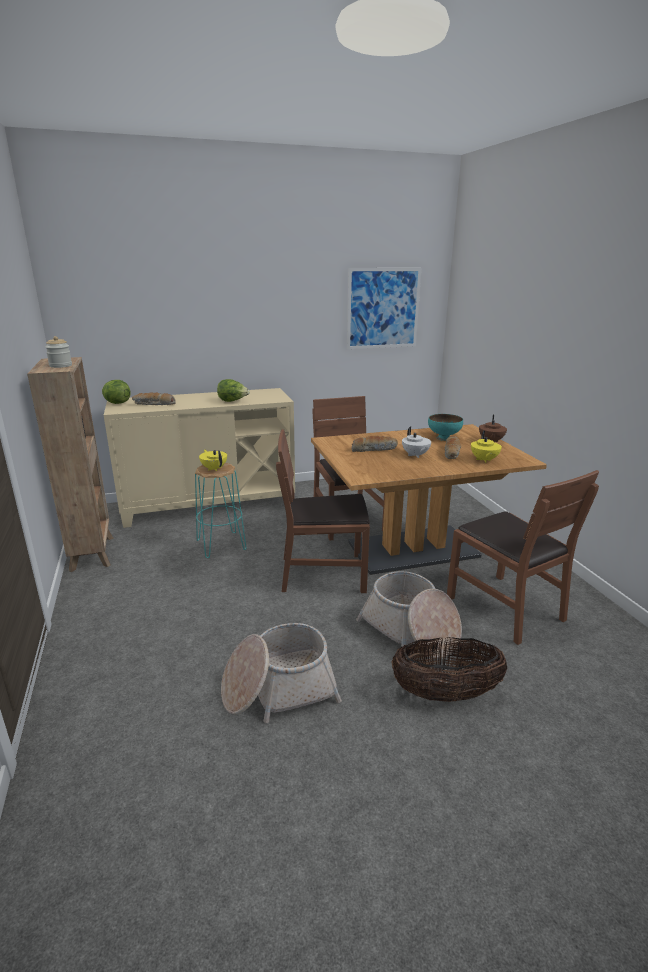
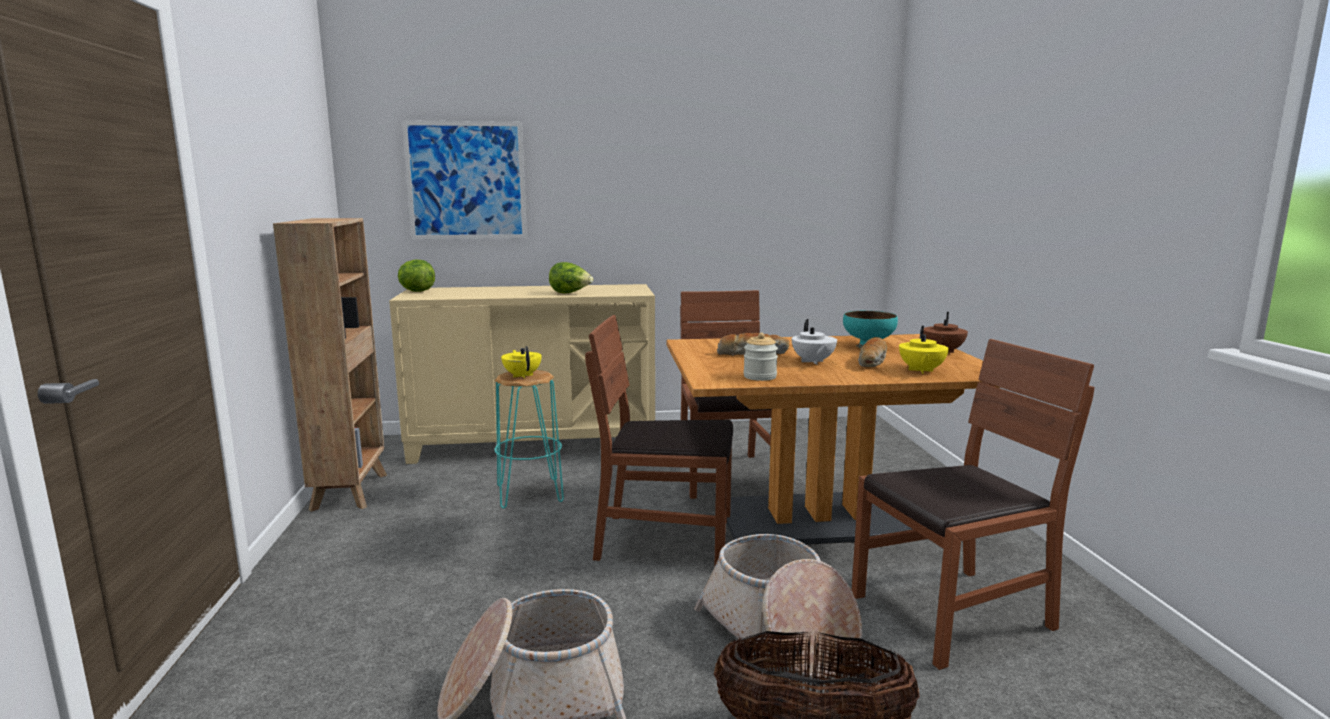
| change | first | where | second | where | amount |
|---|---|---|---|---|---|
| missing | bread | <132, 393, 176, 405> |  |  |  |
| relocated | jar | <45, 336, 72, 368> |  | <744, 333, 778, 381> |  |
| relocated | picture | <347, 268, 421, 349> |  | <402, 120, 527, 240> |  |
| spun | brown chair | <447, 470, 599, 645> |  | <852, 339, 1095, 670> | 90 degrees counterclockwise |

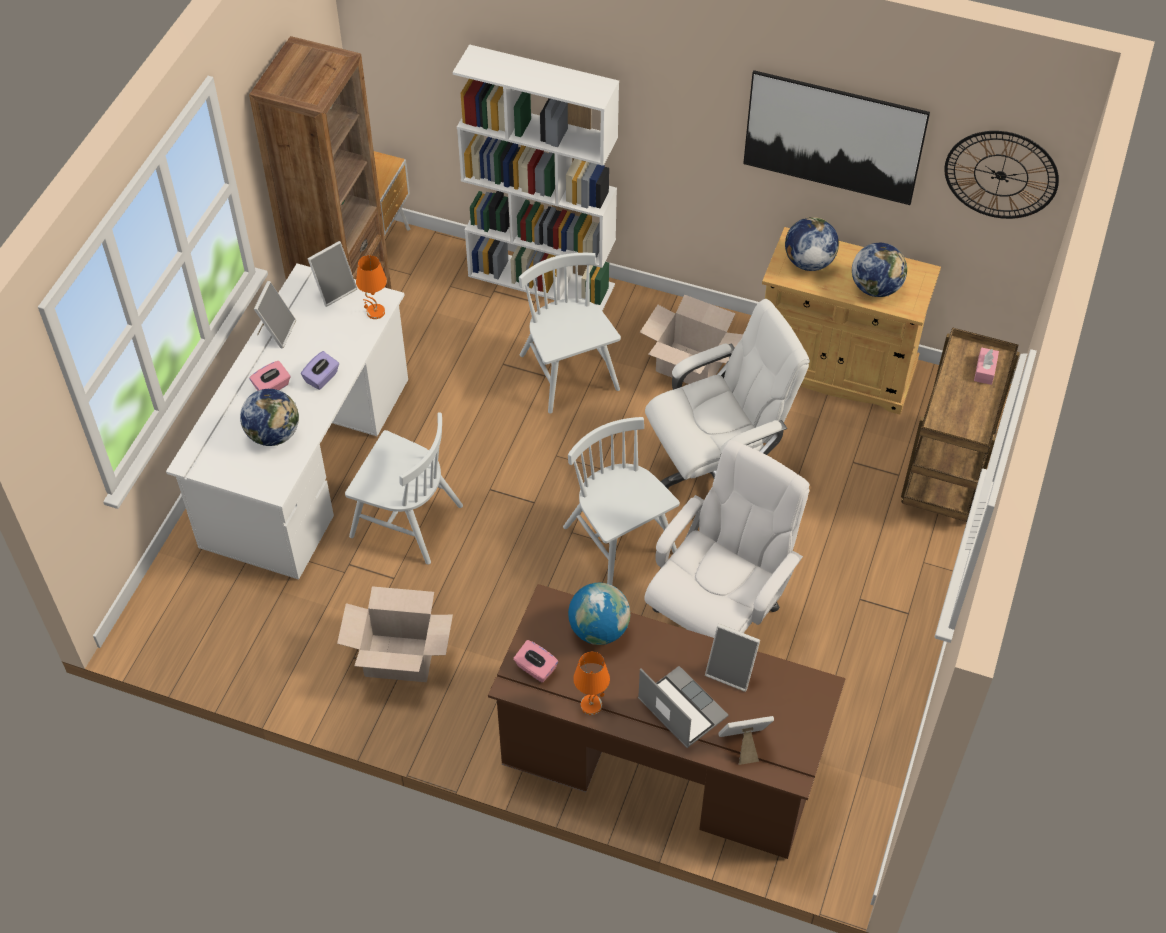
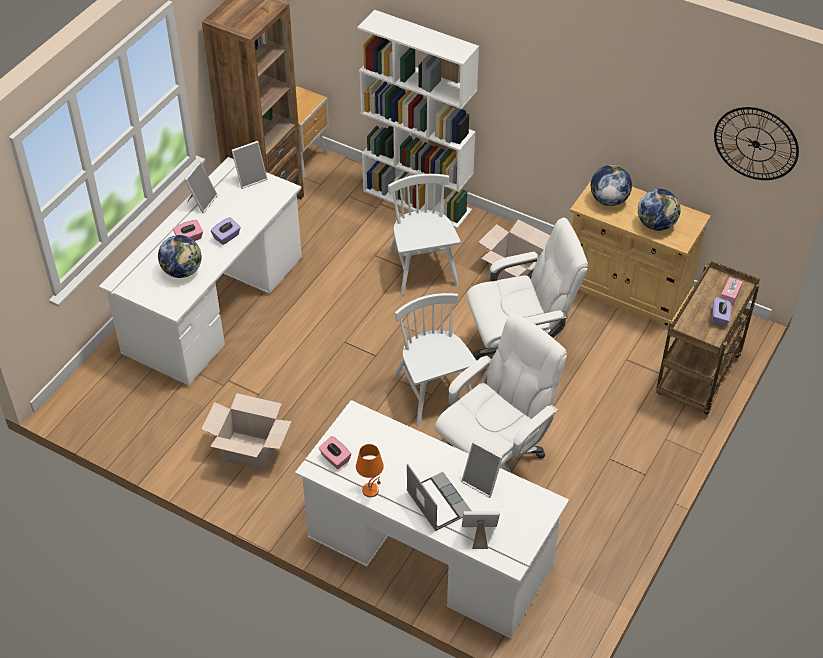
| change | first | where | second | where | amount |
|---|---|---|---|---|---|
| missing | white chair | <345, 412, 463, 564> |  |  |  |
| missing | orange table lamp | <356, 255, 387, 319> |  |  |  |
| missing | globe | <568, 582, 630, 645> |  |  |  |
| missing | picture | <743, 70, 930, 205> |  |  |  |
| appeared |  |  | purple tissue box | <712, 297, 731, 326> |  |
| colour | brown desk | <488, 584, 846, 859> | white desk | <295, 400, 569, 638> |  |

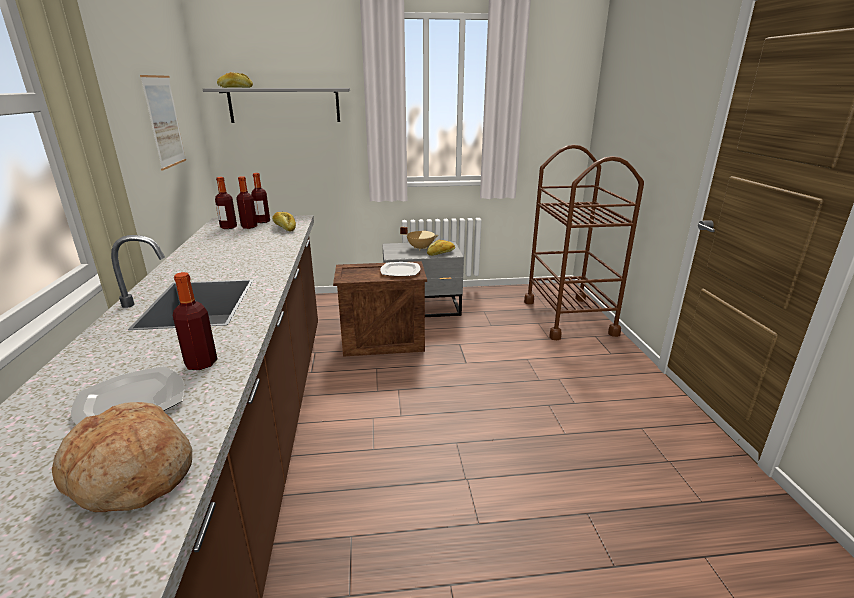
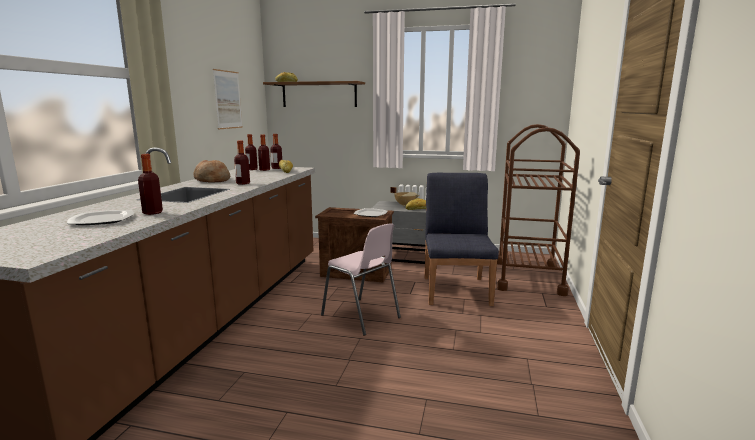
| change | first | where | second | where | amount |
|---|---|---|---|---|---|
| appeared |  |  | bottle | <234, 140, 250, 185> |  |
| appeared |  |  | pink chair | <321, 223, 401, 336> |  |
| appeared |  |  | blue chair | <424, 173, 499, 306> |  |
| relocated | bread | <52, 402, 192, 512> |  | <194, 160, 230, 183> |  |
| colour | grey shelf | <203, 88, 350, 123> | brown shelf | <263, 81, 365, 107> |  |

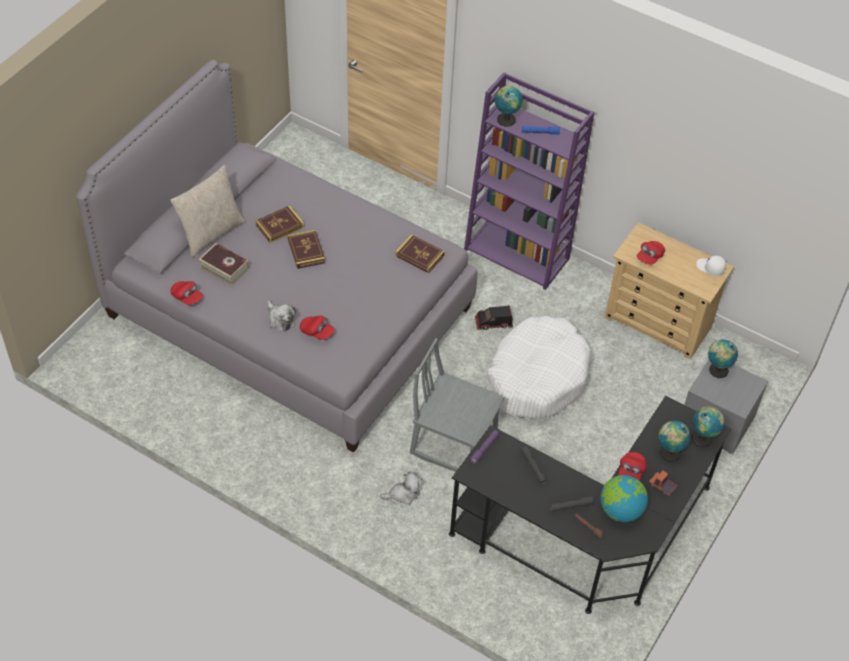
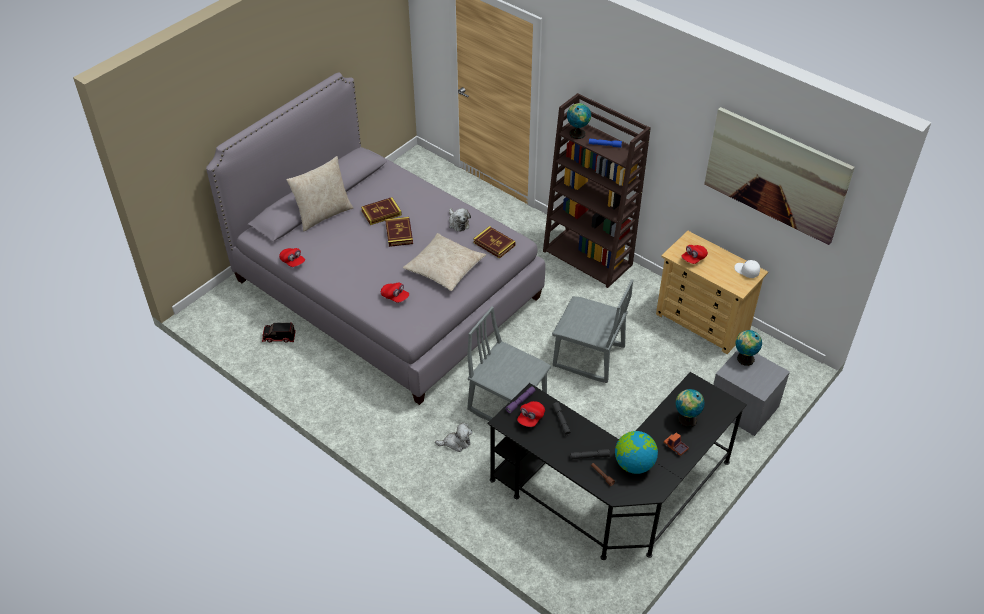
| change | first | where | second | where | amount |
|---|---|---|---|---|---|
| missing | book | <199, 243, 249, 286> |  |  |  |
| missing | globe | <692, 406, 724, 447> |  |  |  |
| appeared |  |  | beige pillow | <403, 233, 486, 291> |  |
| appeared |  |  | picture | <704, 107, 855, 245> |  |
| relocated | plush toy | <268, 300, 296, 332> |  | <449, 208, 471, 232> |  |
| relocated | toy truck | <475, 305, 513, 330> |  | <262, 322, 296, 343> |  |
| relocated | red cap | <618, 452, 647, 481> |  | <517, 401, 545, 427> |  |
| exchanged | white dog bed | <485, 316, 591, 419> | grey chair | <552, 279, 633, 383> |  |
| colour | purple bookcase | <464, 72, 595, 290> | brown bookcase | <543, 93, 651, 288> |  |

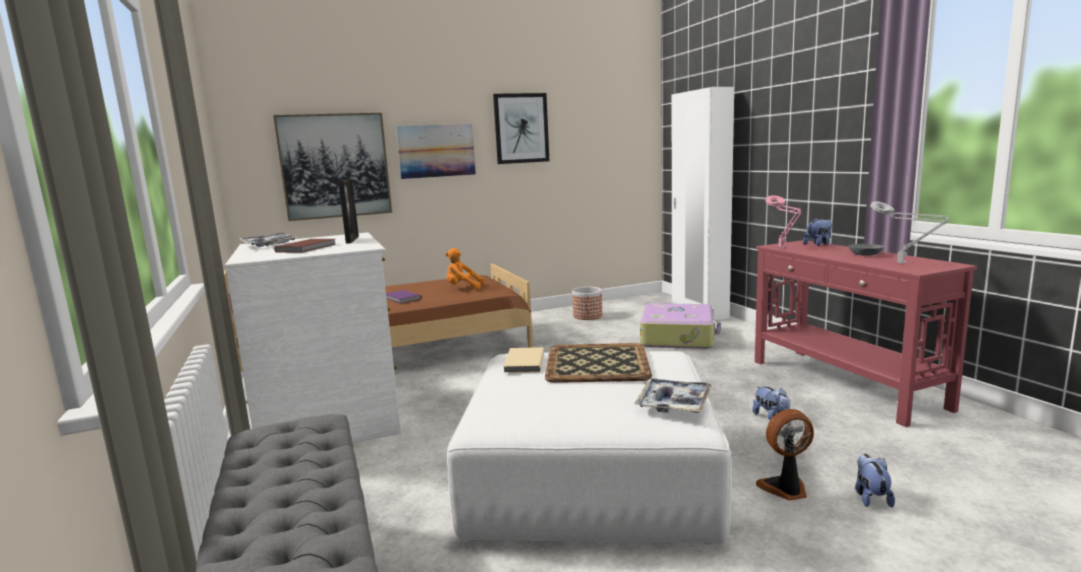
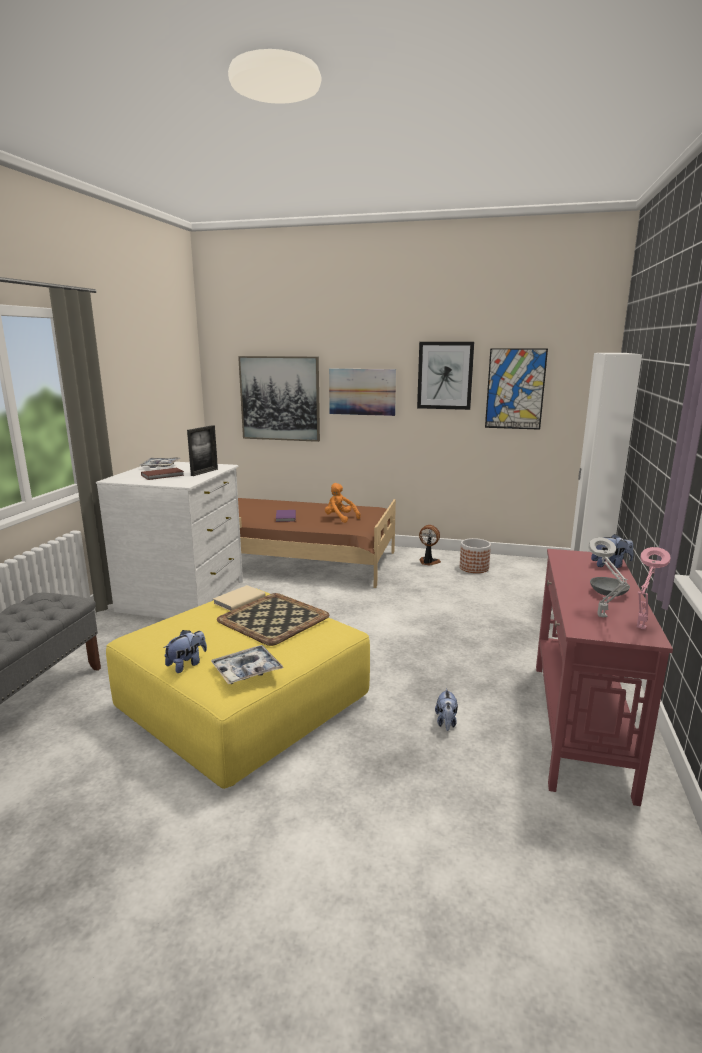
| change | first | where | second | where | amount |
|---|---|---|---|---|---|
| missing | suitcase | <640, 303, 721, 349> |  |  |  |
| appeared |  |  | picture | <485, 348, 548, 430> |  |
| relocated | fan | <756, 409, 814, 501> |  | <419, 525, 441, 566> |  |
| relocated | pink table lamp | <766, 195, 802, 248> |  | <637, 547, 671, 629> |  |
| relocated | plush toy | <855, 454, 895, 508> |  | <163, 630, 207, 673> |  |
| colour | white ottoman | <447, 351, 732, 544> | yellow ottoman | <106, 588, 370, 789> |  |

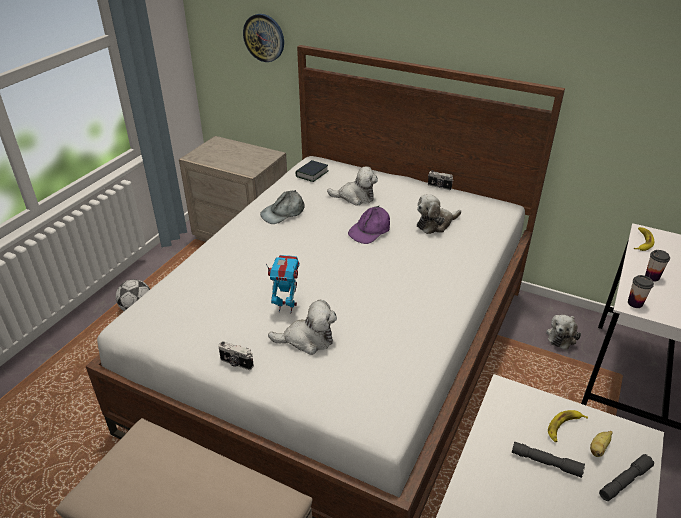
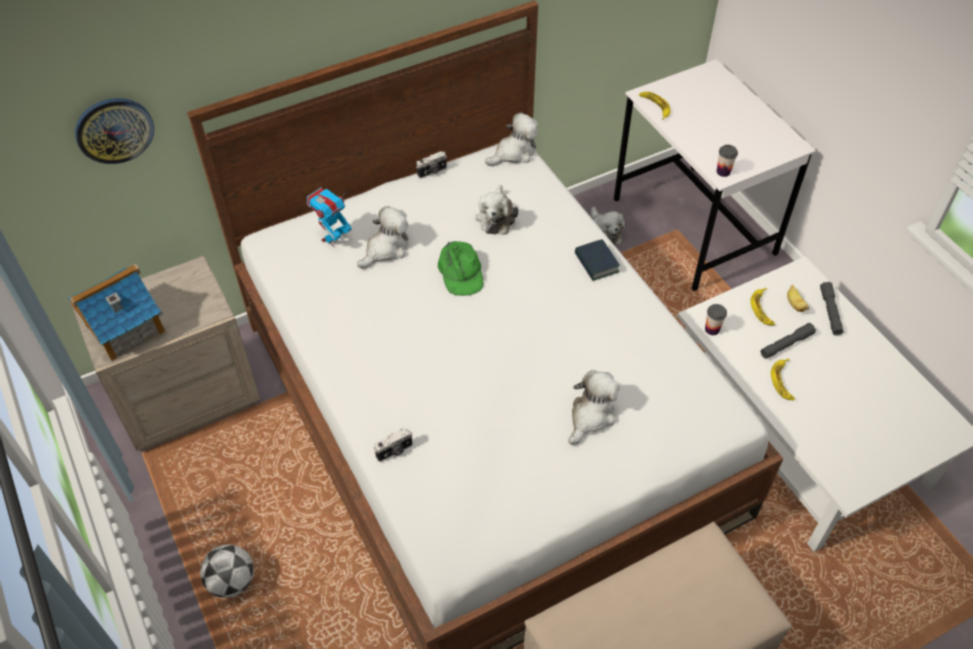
| change | first | where | second | where | amount |
|---|---|---|---|---|---|
| missing | grey cap | <260, 190, 305, 224> |  |  |  |
| appeared |  |  | toy house | <68, 264, 166, 361> |  |
| appeared |  |  | plush toy | <485, 113, 538, 166> |  |
| appeared |  |  | banana | <771, 358, 795, 400> |  |
| relocated | photo camera | <218, 341, 254, 370> |  | <374, 428, 412, 462> |  |
| relocated | toy robot | <266, 255, 300, 313> |  | <307, 188, 352, 247> |  |
| relocated | book | <296, 160, 329, 182> |  | <575, 239, 620, 281> |  |
| relocated | cup | <645, 250, 670, 281> |  | <705, 304, 727, 335> |  |
| colour | purple cap | <348, 206, 390, 244> | green cap | <438, 241, 484, 296> |  |

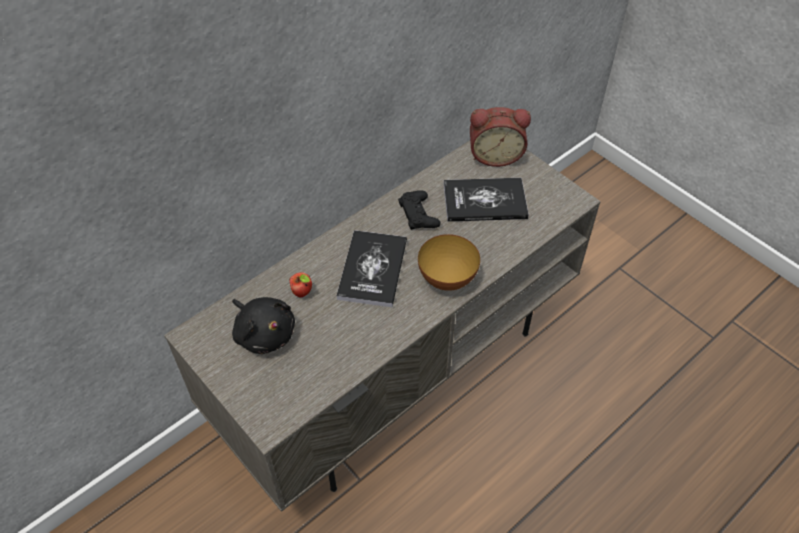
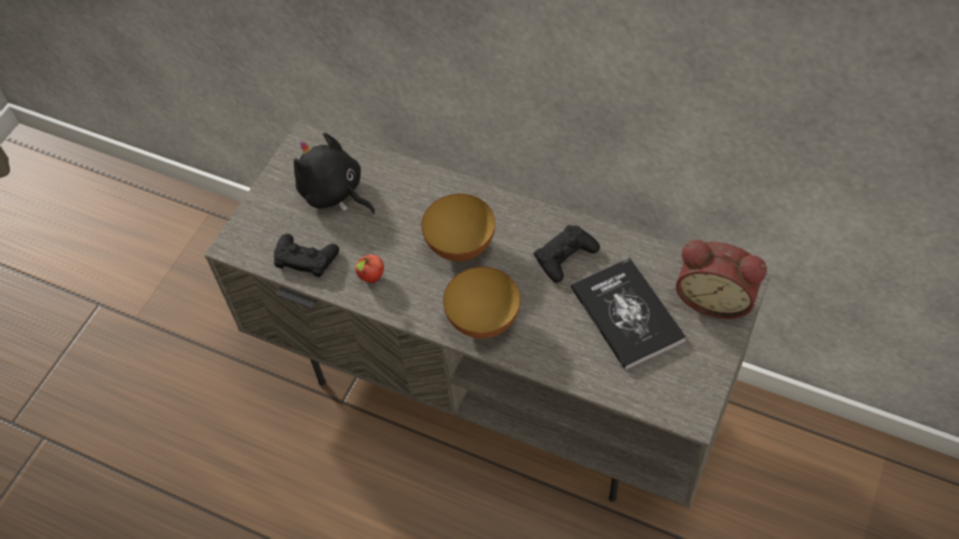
| change | first | where | second | where | amount |
|---|---|---|---|---|---|
| appeared |  |  | black game controller | <274, 234, 339, 277> |  |
| relocated | apple | <289, 272, 312, 297> |  | <355, 254, 384, 283> |  |
| exchanged | book | <336, 230, 407, 307> | bowl | <422, 194, 495, 261> |  |
| spun | black plush toy | <232, 297, 295, 354> |  | <294, 133, 375, 214> | 105 degrees clockwise |
| spun | alarm clock | <470, 107, 531, 167> |  | <676, 240, 767, 319> | 45 degrees counterclockwise |

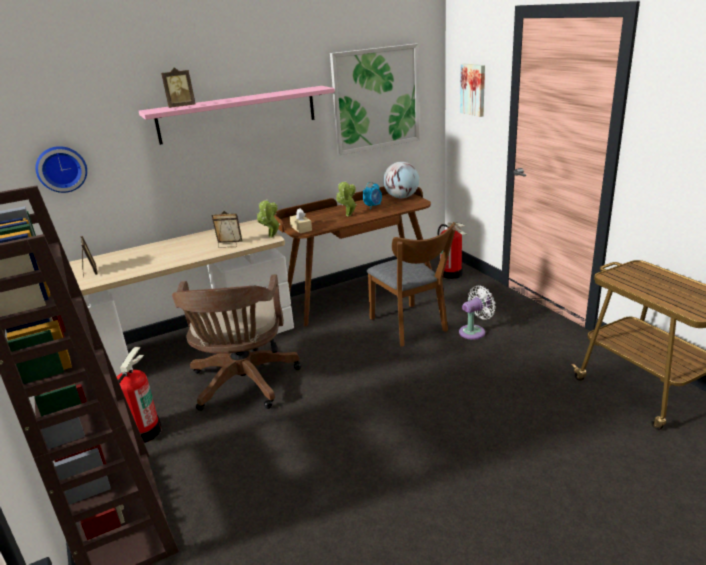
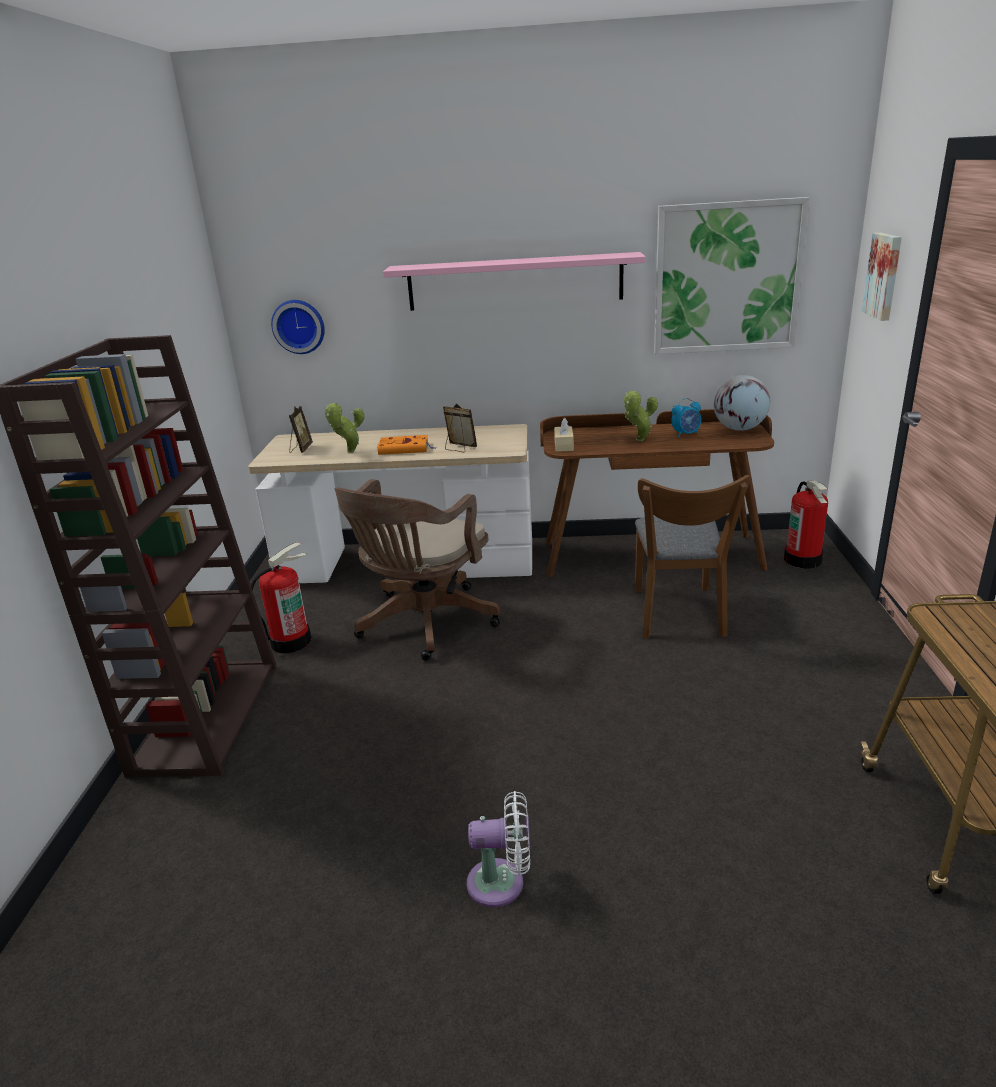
| change | first | where | second | where | amount |
|---|---|---|---|---|---|
| missing | picture frame | <161, 68, 195, 108> |  |  |  |
| appeared |  |  | orange book | <377, 435, 437, 455> |  |
| relocated | potted plant | <257, 200, 280, 237> |  | <325, 403, 365, 453> |  |
| relocated | white fan | <459, 286, 496, 340> |  | <467, 791, 530, 908> |  |

